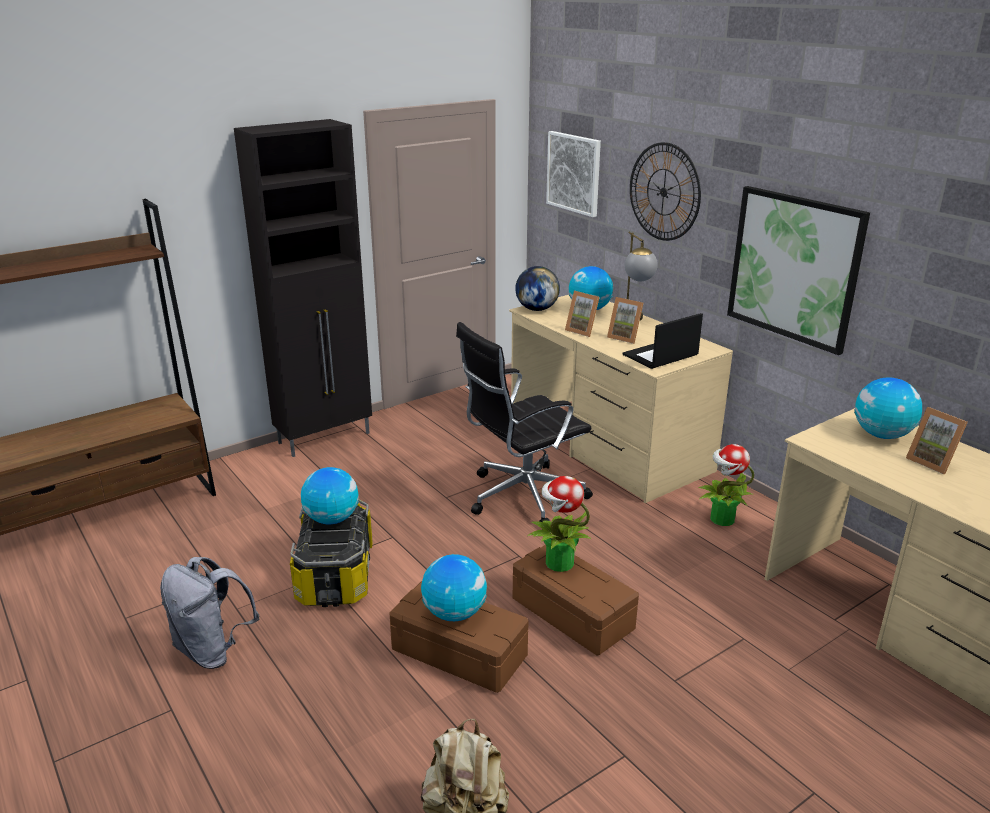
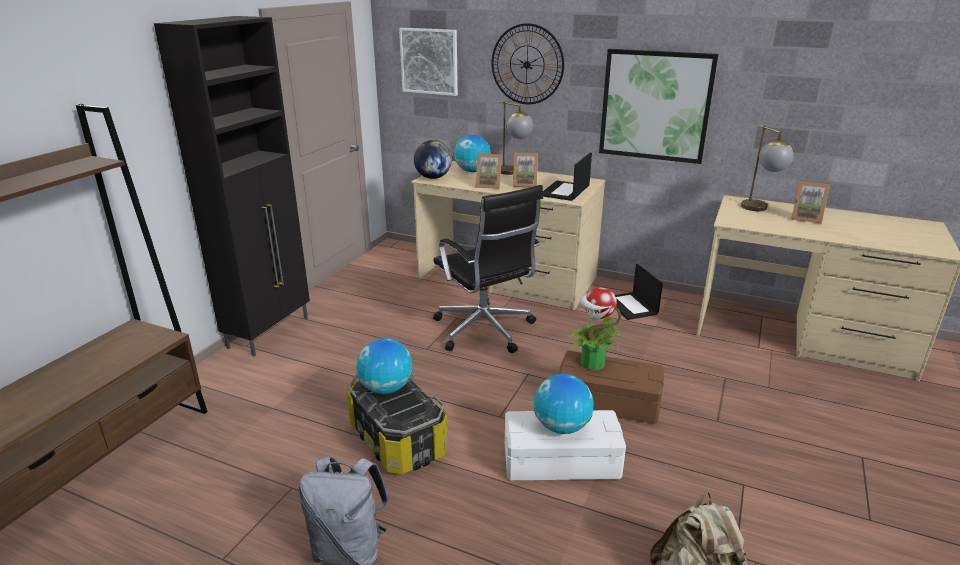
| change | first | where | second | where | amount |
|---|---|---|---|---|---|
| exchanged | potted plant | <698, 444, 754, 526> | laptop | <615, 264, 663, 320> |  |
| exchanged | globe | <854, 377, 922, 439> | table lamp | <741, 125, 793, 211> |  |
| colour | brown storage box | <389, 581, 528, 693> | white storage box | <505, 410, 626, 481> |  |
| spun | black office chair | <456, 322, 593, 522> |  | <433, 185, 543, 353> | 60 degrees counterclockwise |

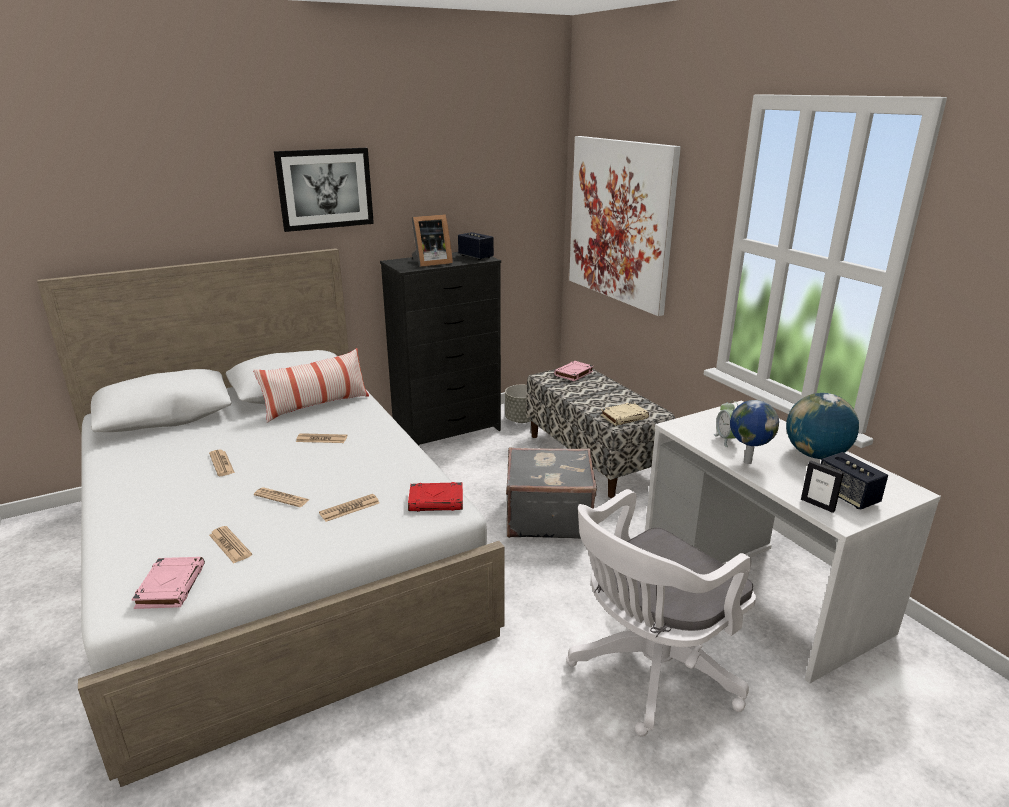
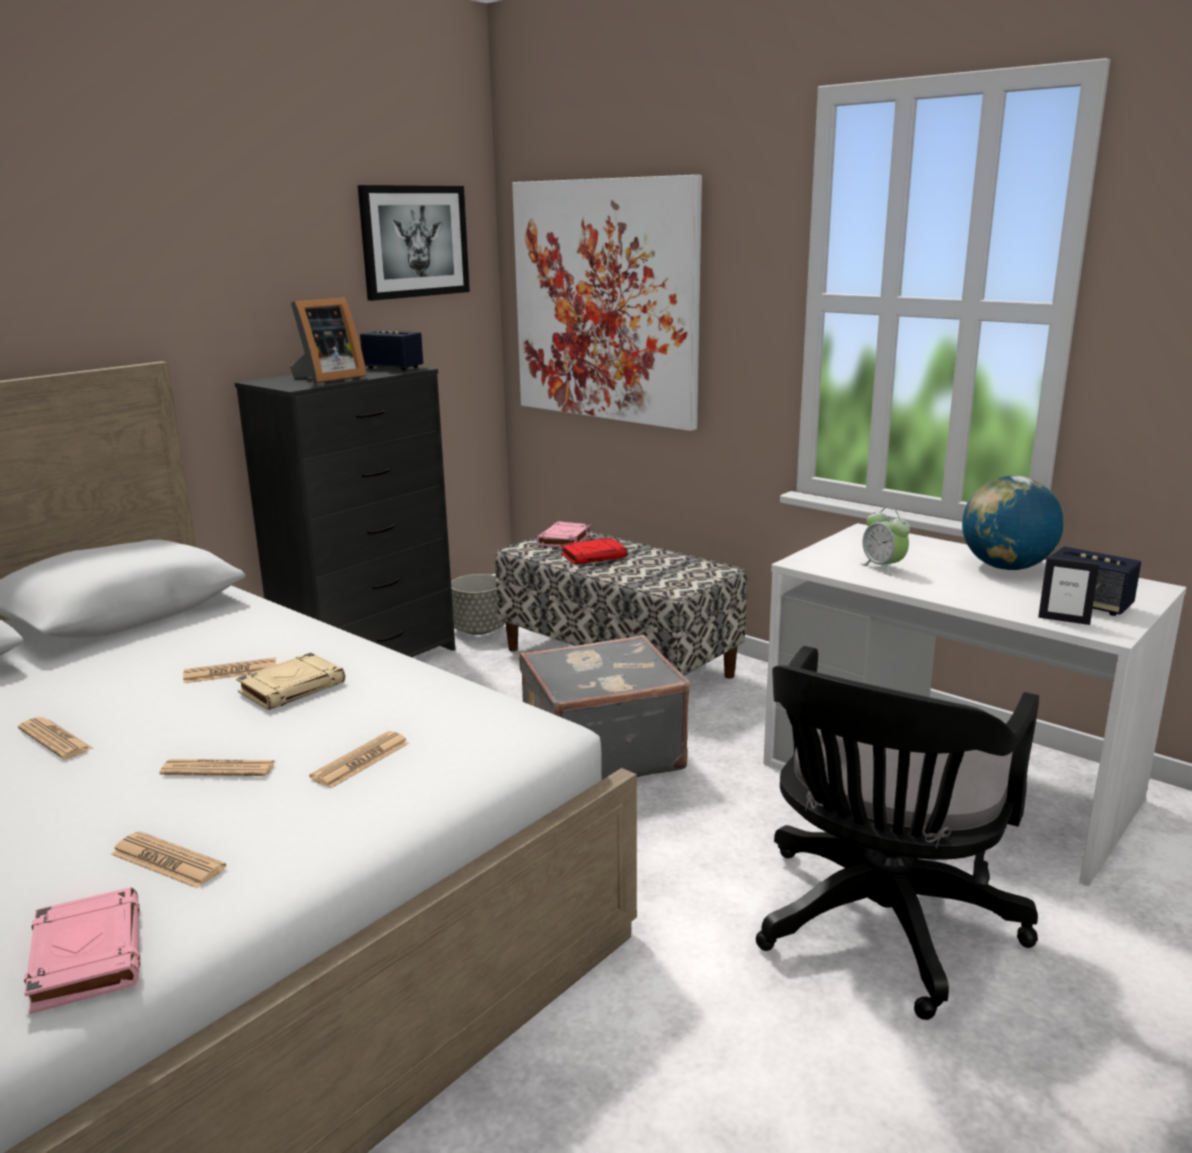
| change | first | where | second | where | amount |
|---|---|---|---|---|---|
| missing | pillow | <253, 348, 369, 423> |  |  |  |
| missing | globe | <730, 400, 779, 464> |  |  |  |
| relocated | picture | <274, 148, 374, 232> |  | <358, 185, 470, 301> |  |
| relocated | red book | <408, 482, 463, 512> |  | <561, 537, 627, 565> |  |
| relocated | beige book | <601, 402, 649, 426> |  | <236, 652, 345, 710> |  |
| colour | white office chair | <566, 489, 756, 736> | black office chair | <756, 646, 1039, 1020> |  |

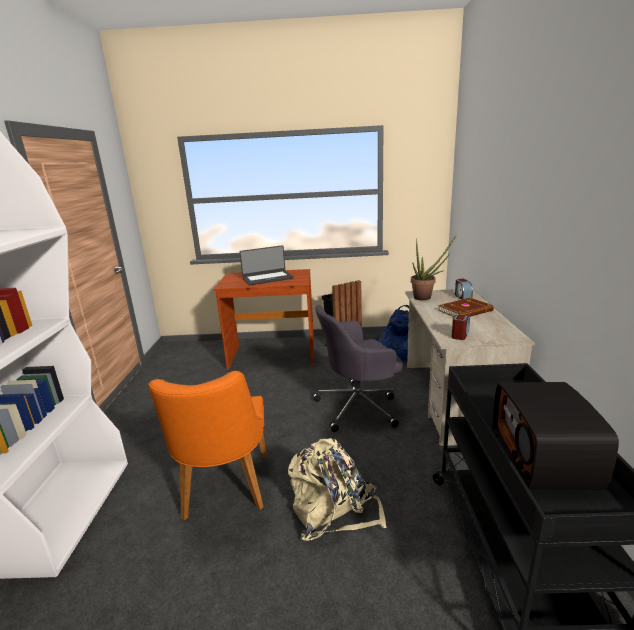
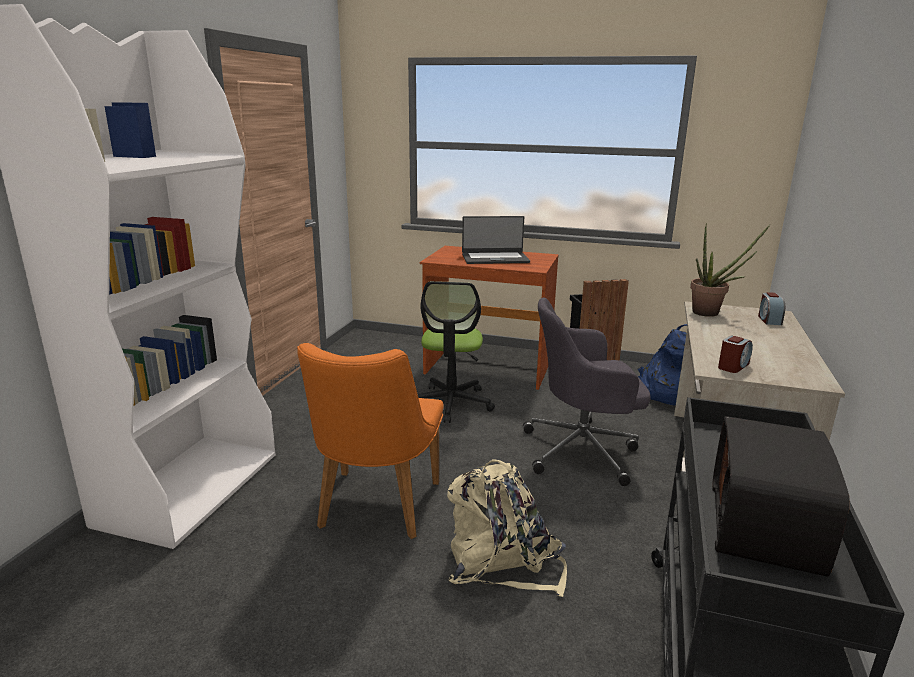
| change | first | where | second | where | amount |
|---|---|---|---|---|---|
| missing | brown book | <438, 298, 494, 317> |  |  |  |
| appeared |  |  | office chair | <418, 281, 495, 423> |  |

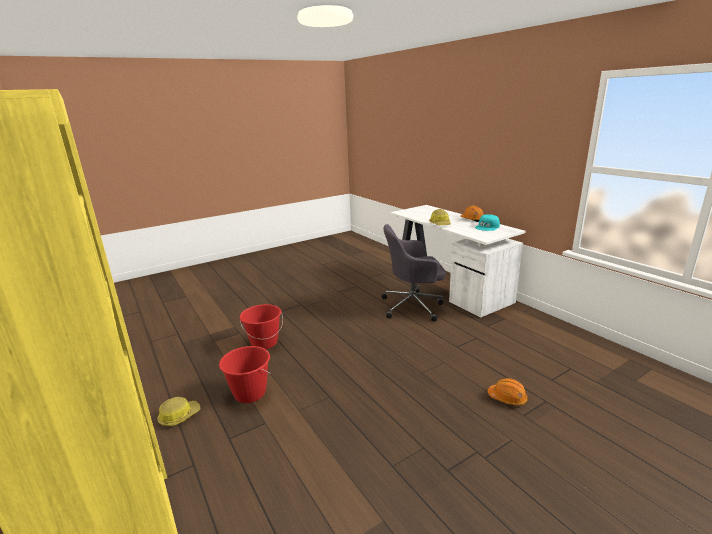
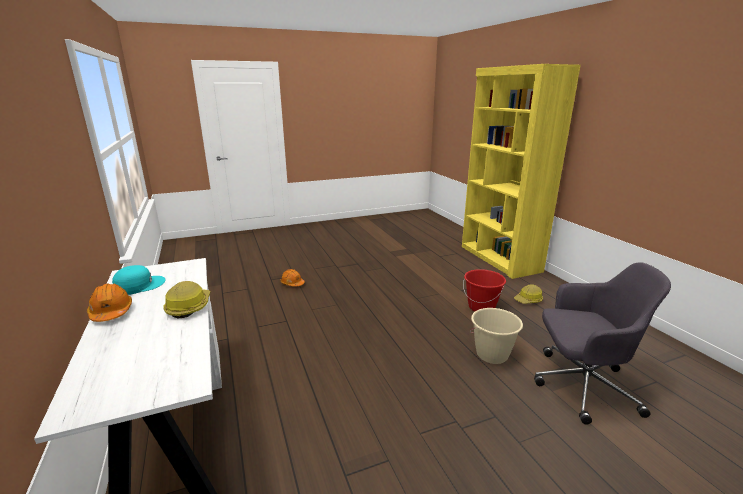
| change | first | where | second | where | amount |
|---|---|---|---|---|---|
| relocated | grey office chair | <381, 224, 446, 322> |  | <534, 262, 671, 425> |  |
| colour | red bucket | <240, 304, 283, 349> | beige bucket | <470, 308, 523, 364> |  |

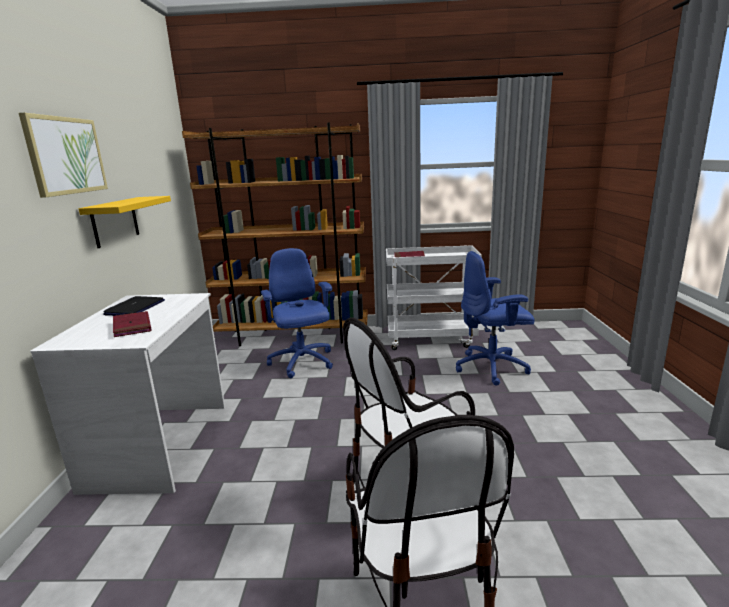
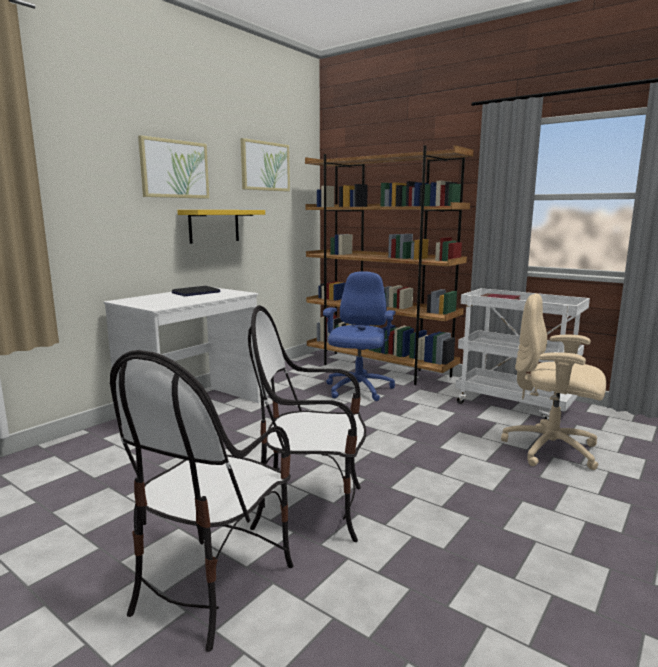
| change | first | where | second | where | amount |
|---|---|---|---|---|---|
| missing | red book | <113, 311, 152, 337> |  |  |  |
| appeared |  |  | picture | <241, 138, 290, 191> |  |
| colour | blue office chair | <456, 251, 535, 386> | beige office chair | <501, 293, 606, 470> |  |

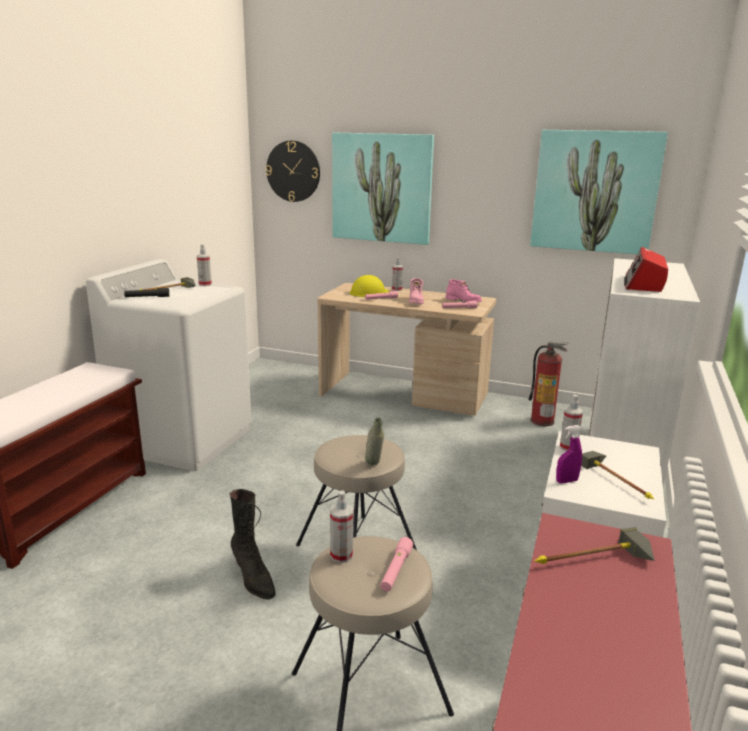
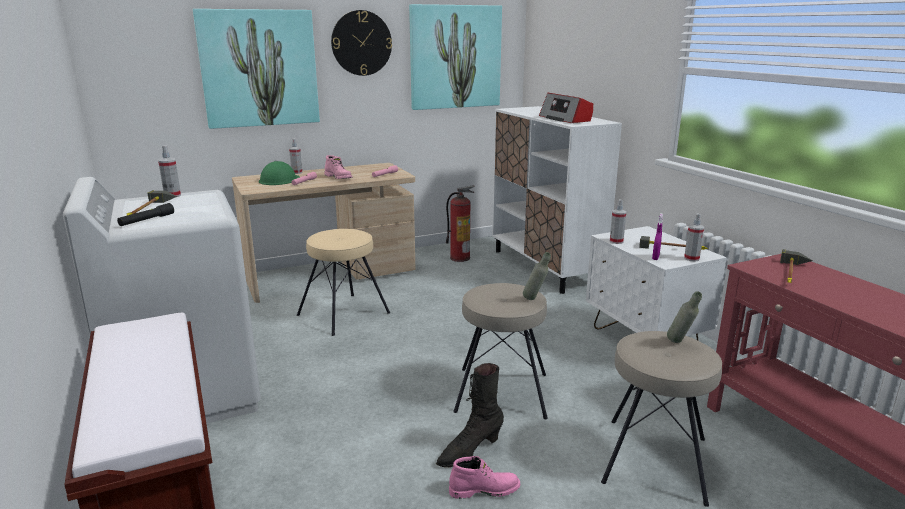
| change | first | where | second | where | amount |
|---|---|---|---|---|---|
| appeared |  |  | beige stool | <297, 229, 390, 336> |  |
| relocated | wall clock | <266, 141, 320, 202> |  | <331, 10, 392, 76> |  |
| relocated | spray bottle | <330, 490, 353, 563> |  | <684, 213, 704, 261> |  |
| relocated | pink boot | <445, 279, 482, 302> |  | <449, 456, 520, 499> |  |
| exchanged | pink flashlight | <380, 537, 413, 592> | grey bottle | <667, 291, 702, 343> |  |
| colour | yellow hard hat | <350, 275, 390, 297> | green hard hat | <259, 161, 300, 185> |  |
| spun | black boot | <230, 489, 276, 600> |  | <436, 363, 504, 467> | 135 degrees clockwise |

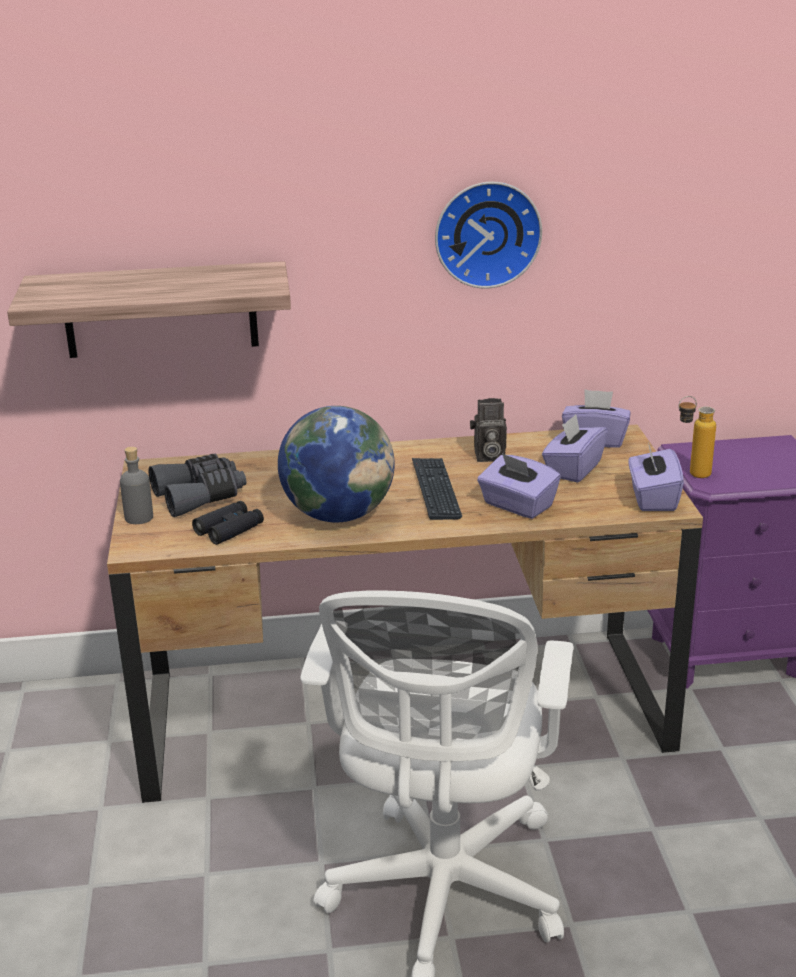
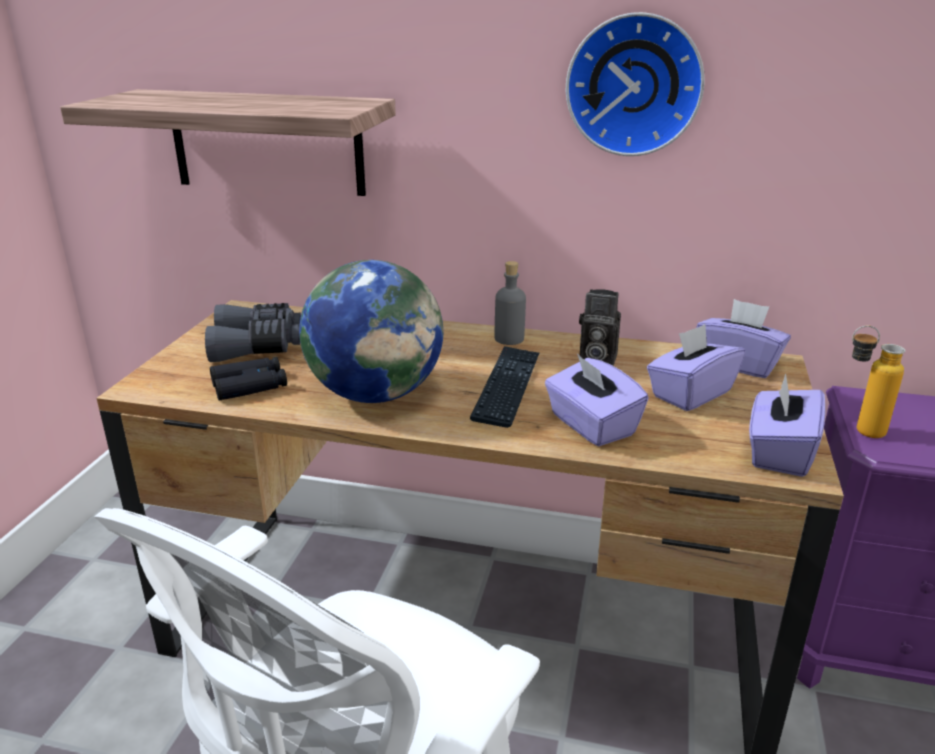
| change | first | where | second | where | amount |
|---|---|---|---|---|---|
| relocated | grey bottle | <120, 447, 153, 524> |  | <495, 261, 526, 345> |  |

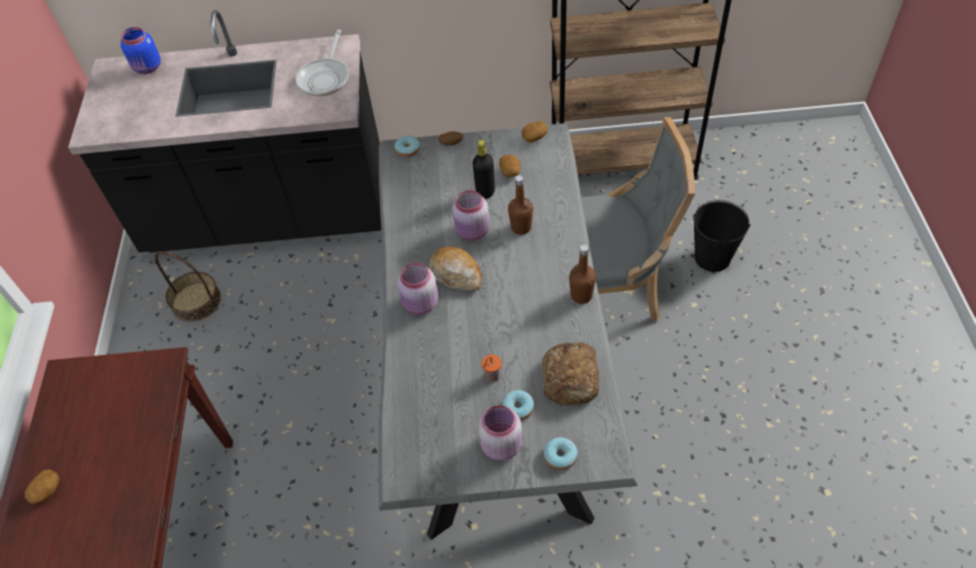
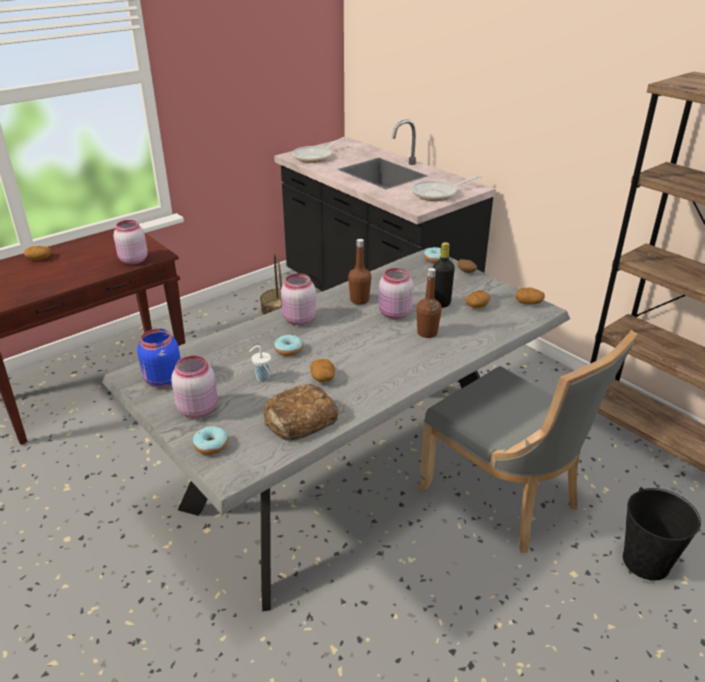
| change | first | where | second | where | amount |
|---|---|---|---|---|---|
| missing | bread | <429, 246, 482, 291> |  |  |  |
| appeared |  |  | pink jar | <113, 220, 148, 265> |  |
| appeared |  |  | frying pan | <292, 137, 345, 163> |  |
| appeared |  |  | potato | <310, 359, 335, 382> |  |
| relocated | blue jar | <121, 27, 161, 74> |  | <137, 329, 181, 388> |  |
| relocated | donut | <502, 390, 534, 420> |  | <274, 335, 303, 356> |  |
| relocated | brown bottle | <569, 245, 596, 304> |  | <348, 239, 371, 305> |  |
| colour | orange cup | <482, 355, 502, 382> | white cup | <249, 345, 271, 382> |  |

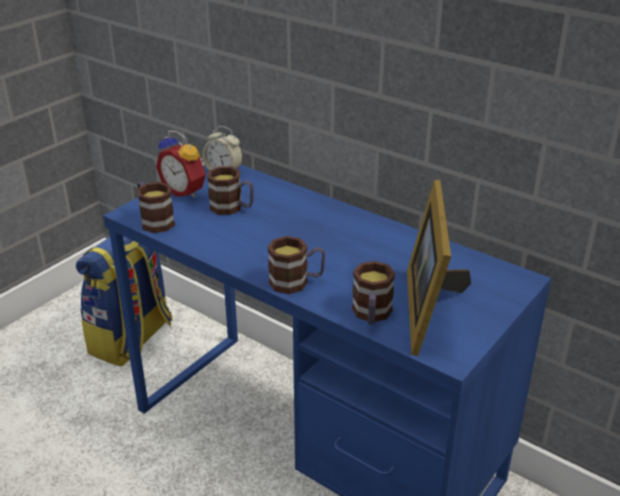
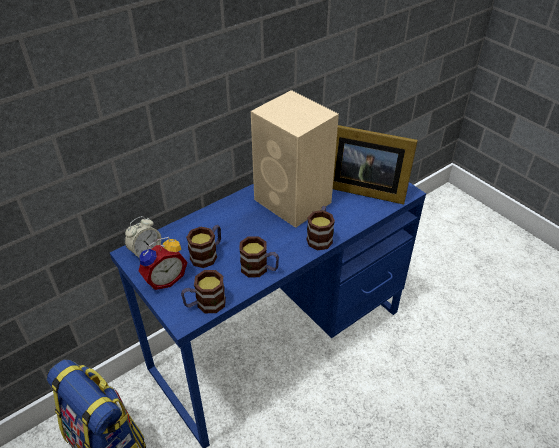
| change | first | where | second | where | amount |
|---|---|---|---|---|---|
| appeared |  |  | beige speaker | <251, 90, 339, 228> |  |
| relocated | mug | <352, 261, 395, 325> |  | <239, 236, 279, 278> |  |

